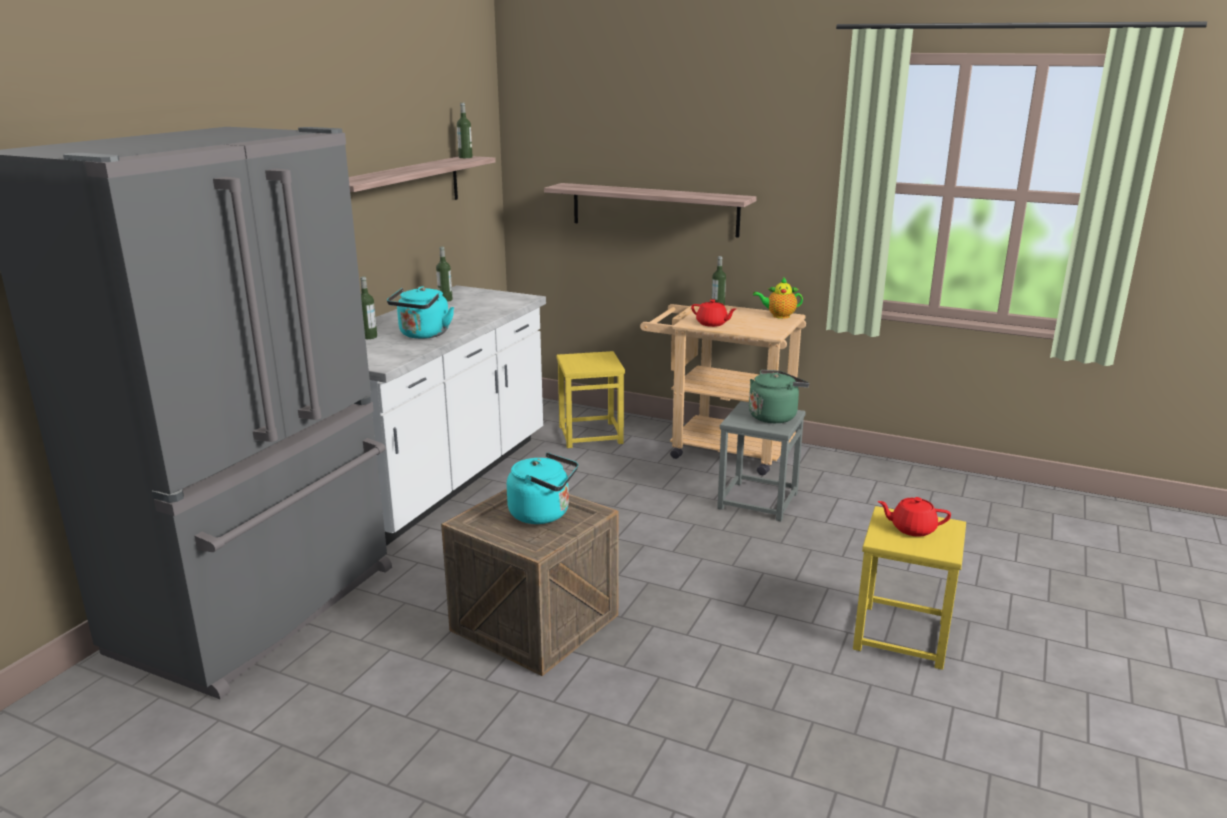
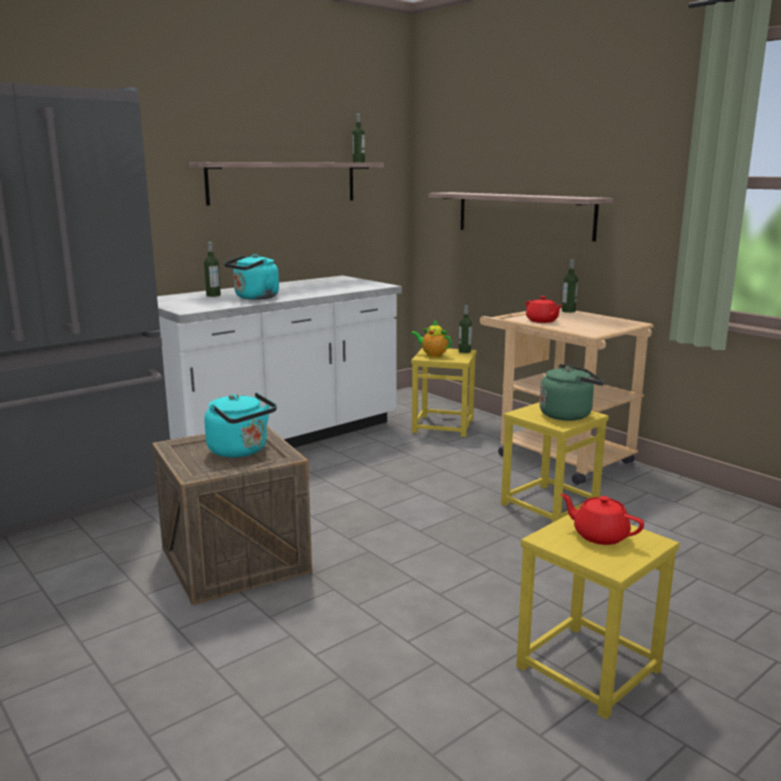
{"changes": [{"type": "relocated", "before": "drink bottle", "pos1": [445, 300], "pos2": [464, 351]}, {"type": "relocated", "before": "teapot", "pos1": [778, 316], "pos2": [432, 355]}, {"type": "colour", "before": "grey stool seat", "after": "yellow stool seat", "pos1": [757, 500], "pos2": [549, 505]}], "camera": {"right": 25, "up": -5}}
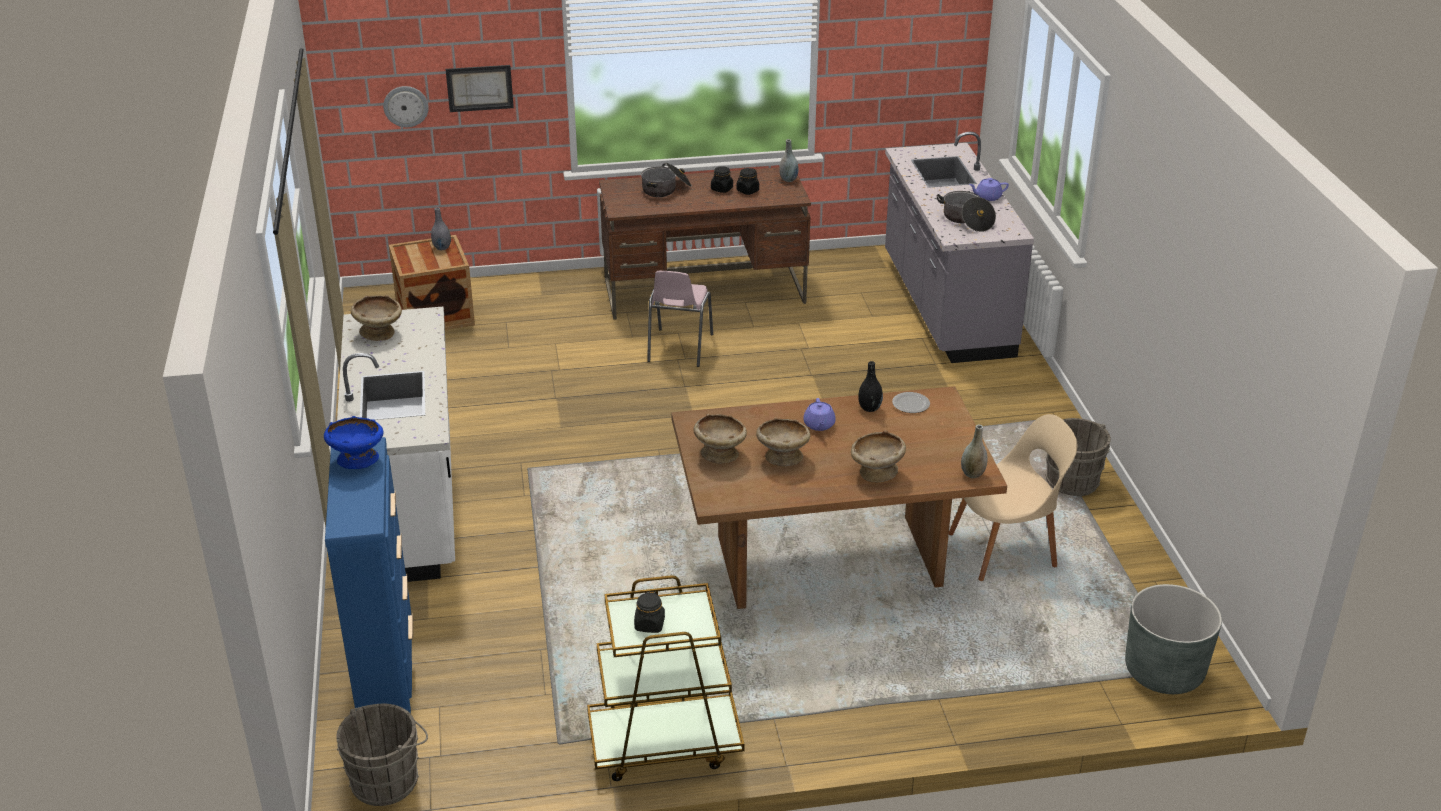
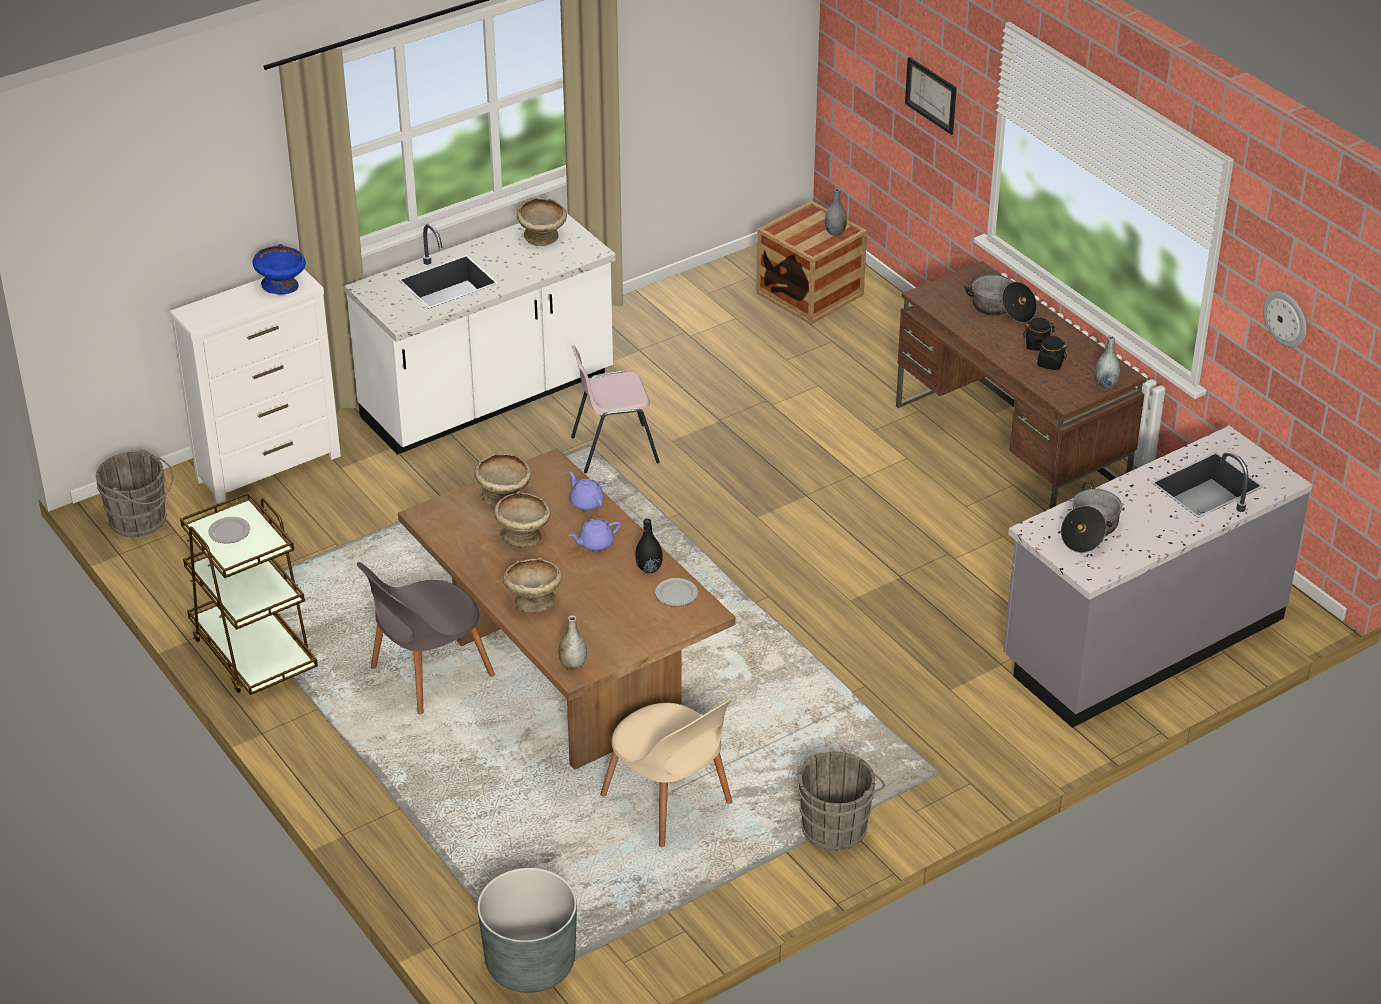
{"changes": [{"type": "appeared", "after": "grey chair", "pos2": [427, 674]}, {"type": "relocated", "before": "wall clock", "pos1": [406, 106], "pos2": [1286, 318]}, {"type": "relocated", "before": "pinkish chair", "pos1": [679, 348], "pos2": [613, 449]}, {"type": "relocated", "before": "purple teapot", "pos1": [987, 197], "pos2": [586, 502]}, {"type": "exchanged", "before": "blackish storage jar", "after": "dinner plate", "pos1": [649, 625], "pos2": [230, 531]}, {"type": "colour", "before": "bluish drawer chest", "after": "whitish drawer chest", "pos1": [385, 665], "pos2": [270, 468]}], "camera": {"right": 65, "up": 5}}
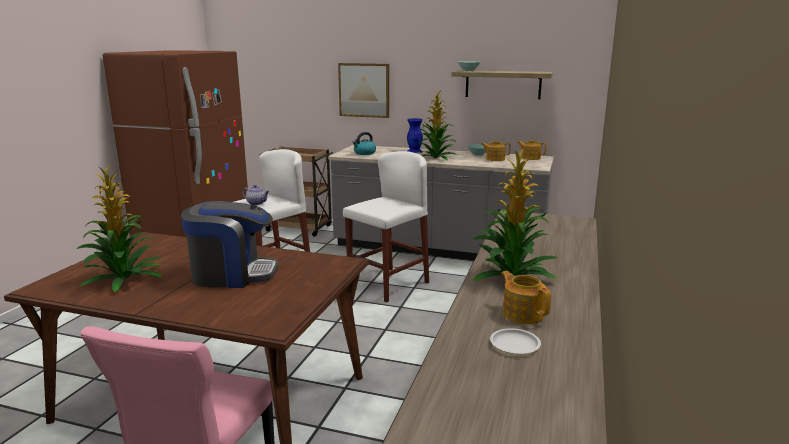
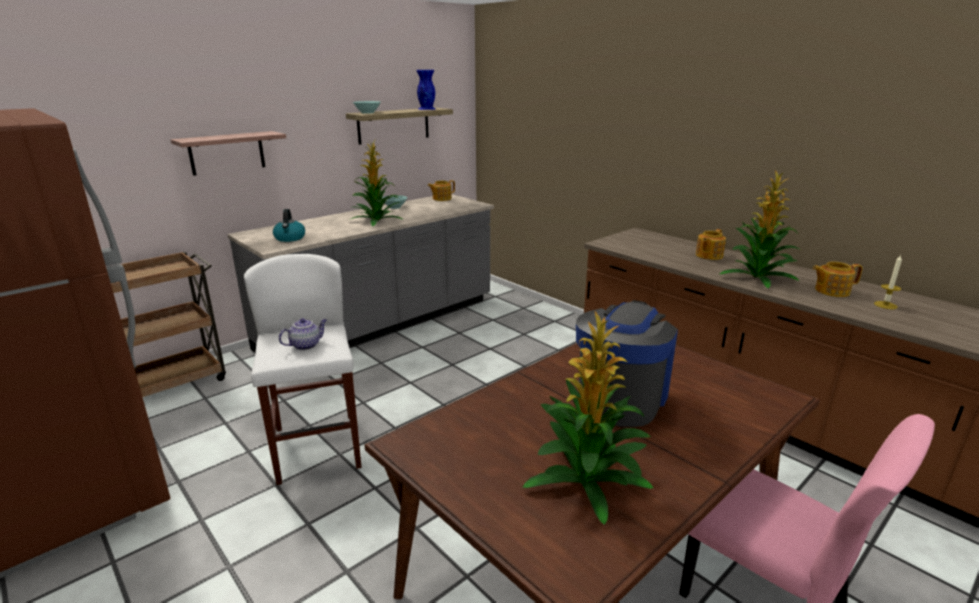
{"changes": [{"type": "missing", "before": "whitish stool seat", "pos1": [388, 284]}, {"type": "relocated", "before": "bluish vase", "pos1": [414, 151], "pos2": [426, 109]}, {"type": "relocated", "before": "teapot", "pos1": [495, 159], "pos2": [708, 255]}, {"type": "exchanged", "before": "wall art", "after": "wall shelf", "pos1": [364, 90], "pos2": [227, 153]}, {"type": "exchanged", "before": "whitish dinner plate", "after": "wax light", "pos1": [515, 344], "pos2": [885, 305]}], "camera": {"right": -60, "up": 5}}
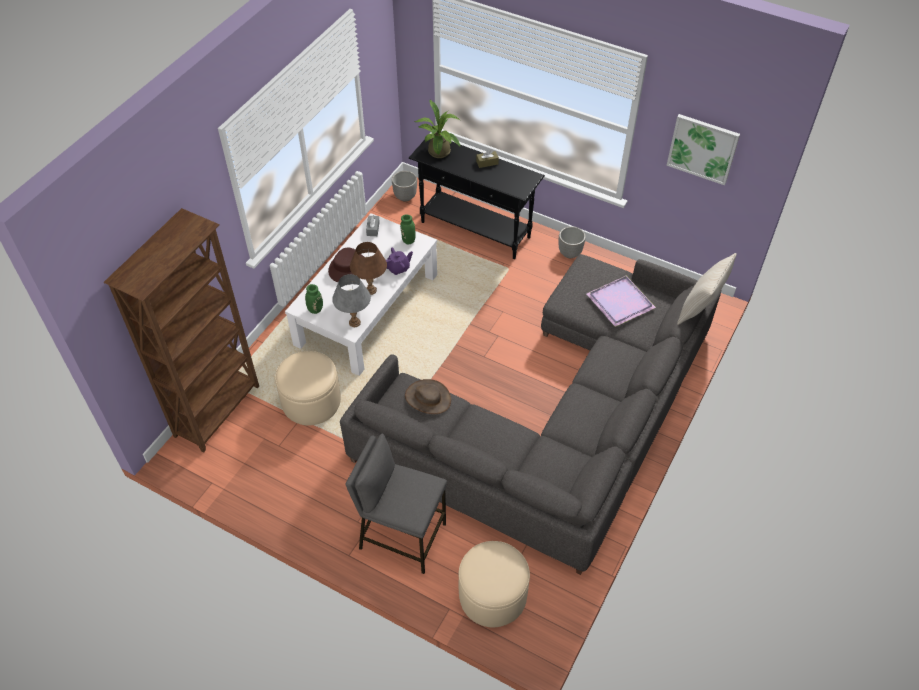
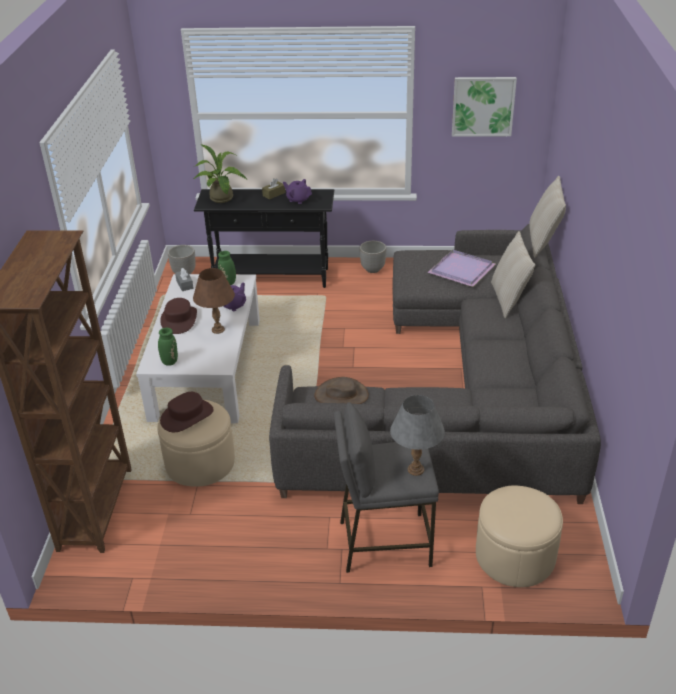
{"changes": [{"type": "appeared", "after": "brownish wearable hat", "pos2": [187, 416]}, {"type": "appeared", "after": "purple teapot", "pos2": [298, 199]}, {"type": "appeared", "after": "beige-coloured cushion", "pos2": [509, 299]}, {"type": "relocated", "before": "grey tabletop lamp", "pos1": [354, 322], "pos2": [415, 469]}], "camera": {"right": -25, "up": -15}}
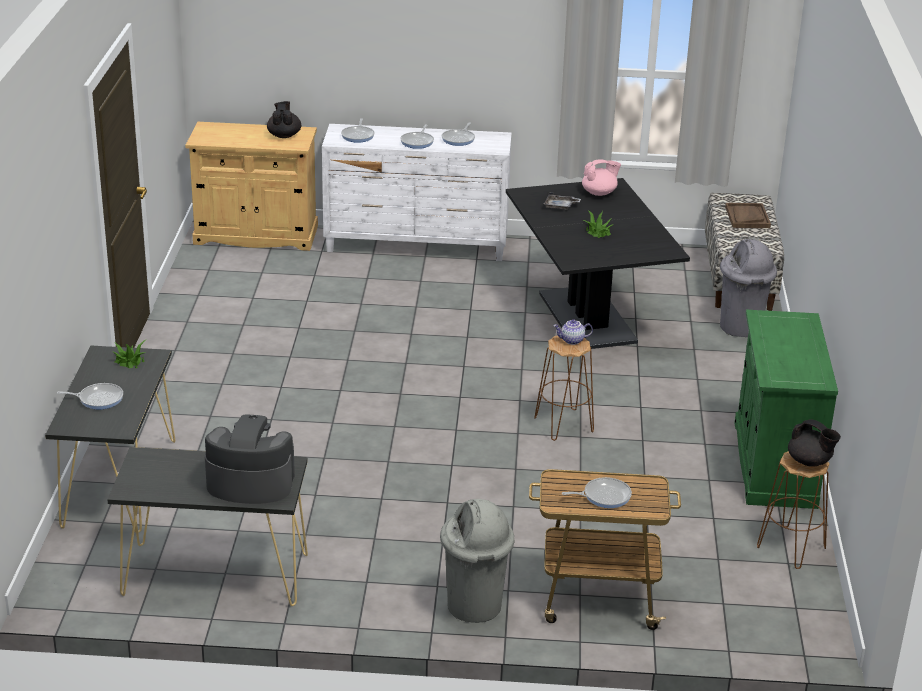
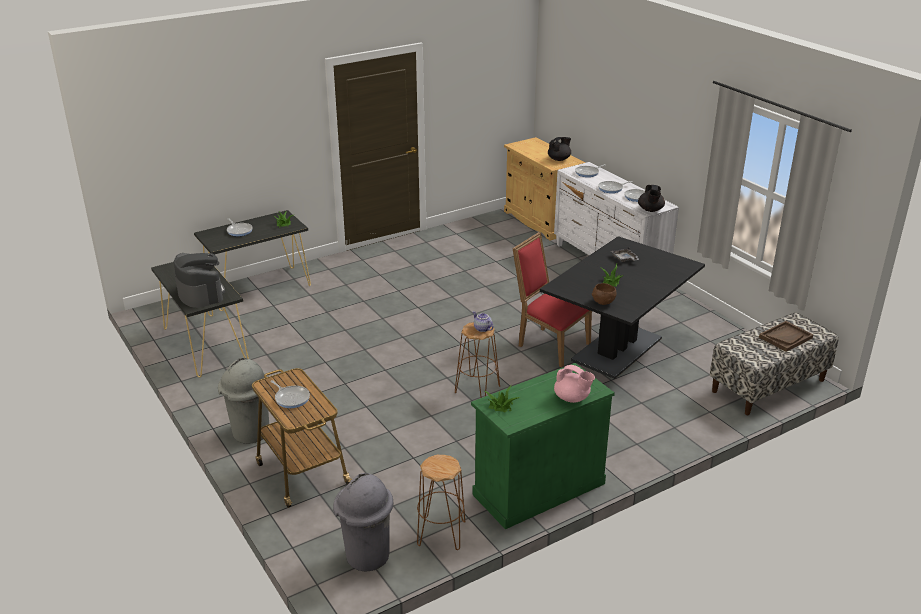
{"changes": [{"type": "appeared", "after": "plant in a pot", "pos2": [501, 405]}, {"type": "appeared", "after": "red chair", "pos2": [549, 344]}, {"type": "appeared", "after": "brownish serving bowl", "pos2": [603, 302]}, {"type": "relocated", "before": "pinkish teapot", "pos1": [599, 193], "pos2": [572, 398]}, {"type": "relocated", "before": "grey rubbish bin", "pos1": [740, 327], "pos2": [366, 556]}, {"type": "relocated", "before": "blackish teapot", "pos1": [809, 461], "pos2": [650, 210]}], "camera": {"right": 55, "up": 0}}
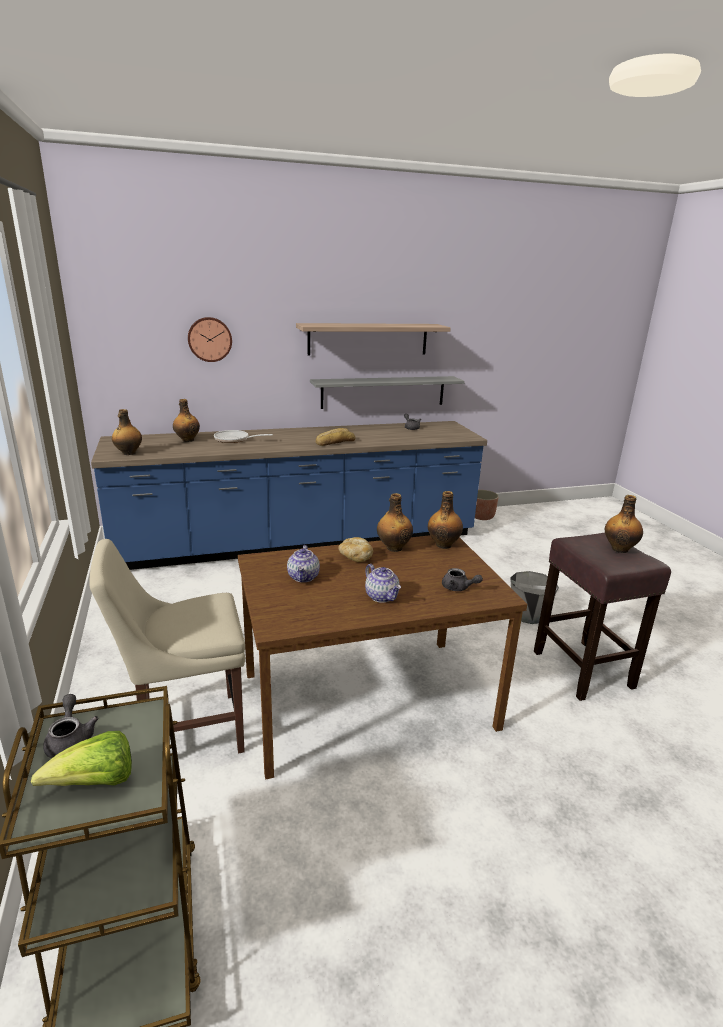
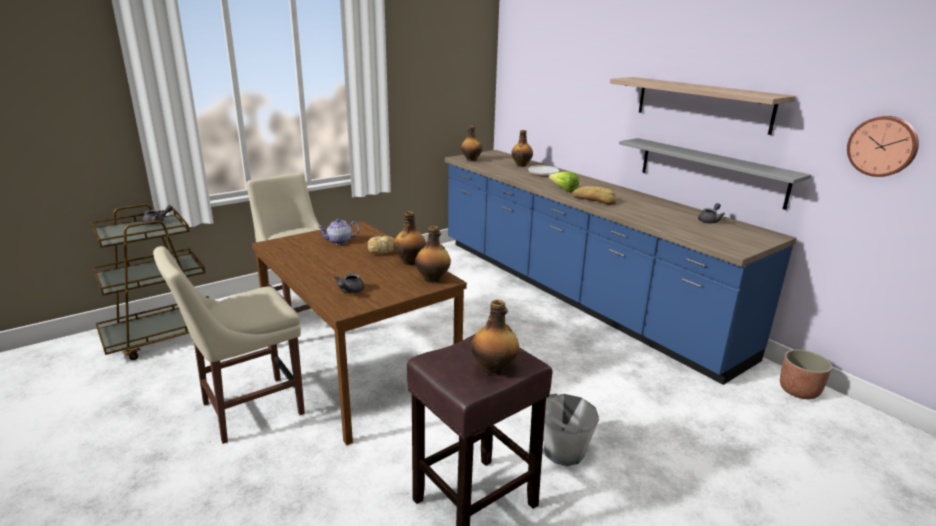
{"changes": [{"type": "missing", "before": "teapot", "pos1": [382, 596]}, {"type": "appeared", "after": "beige-coloured chair", "pos2": [247, 410]}, {"type": "relocated", "before": "lettuce head", "pos1": [95, 783], "pos2": [564, 190]}, {"type": "relocated", "before": "wall clock", "pos1": [209, 339], "pos2": [882, 146]}], "camera": {"right": 70, "up": 0}}
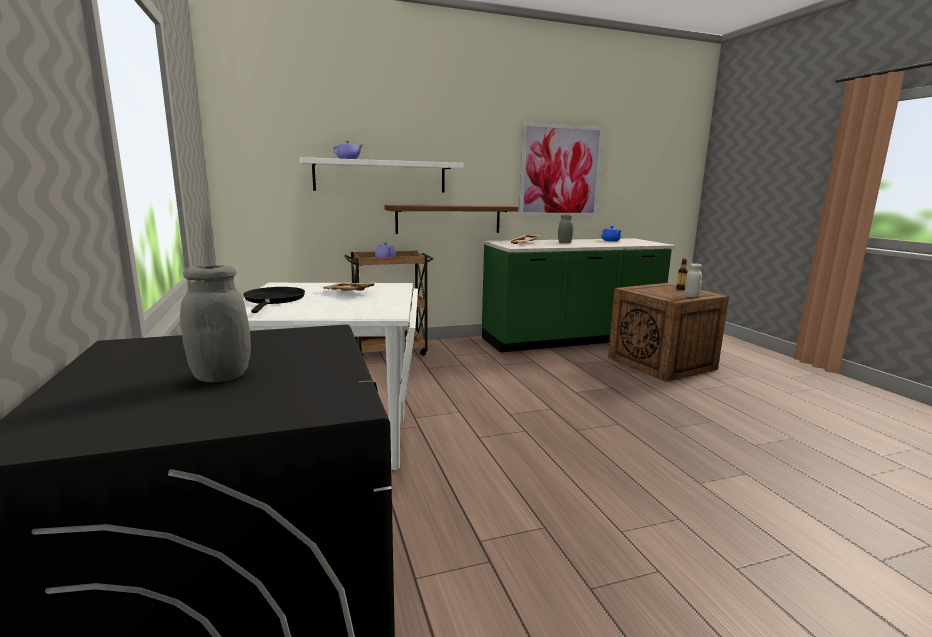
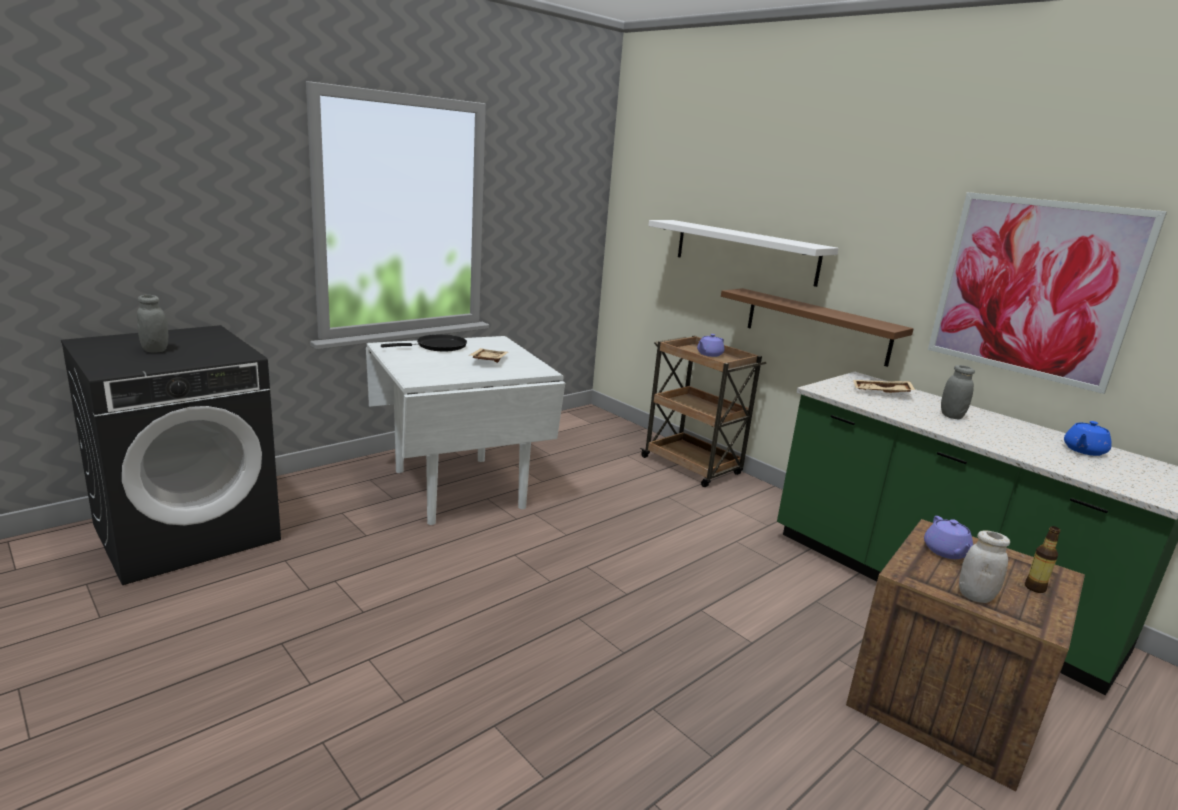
{"changes": [{"type": "relocated", "before": "purple teapot", "pos1": [348, 159], "pos2": [946, 552]}], "camera": {"right": 65, "up": 5}}
